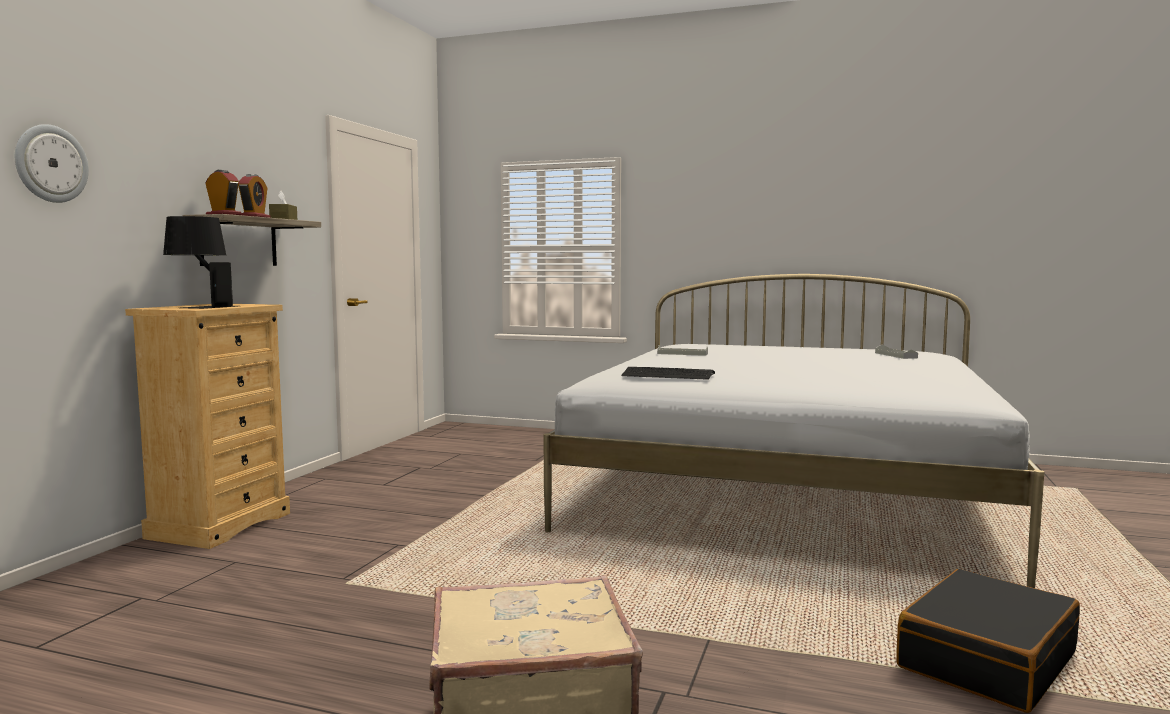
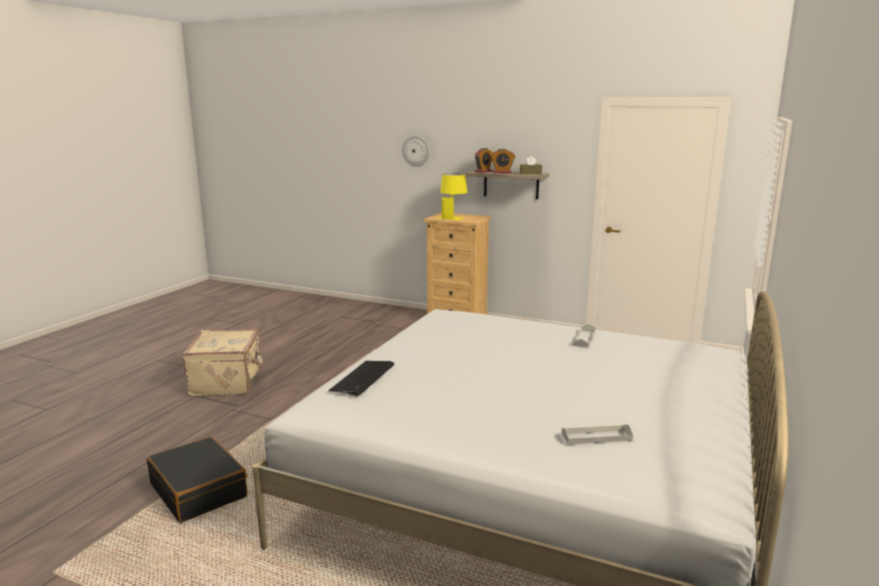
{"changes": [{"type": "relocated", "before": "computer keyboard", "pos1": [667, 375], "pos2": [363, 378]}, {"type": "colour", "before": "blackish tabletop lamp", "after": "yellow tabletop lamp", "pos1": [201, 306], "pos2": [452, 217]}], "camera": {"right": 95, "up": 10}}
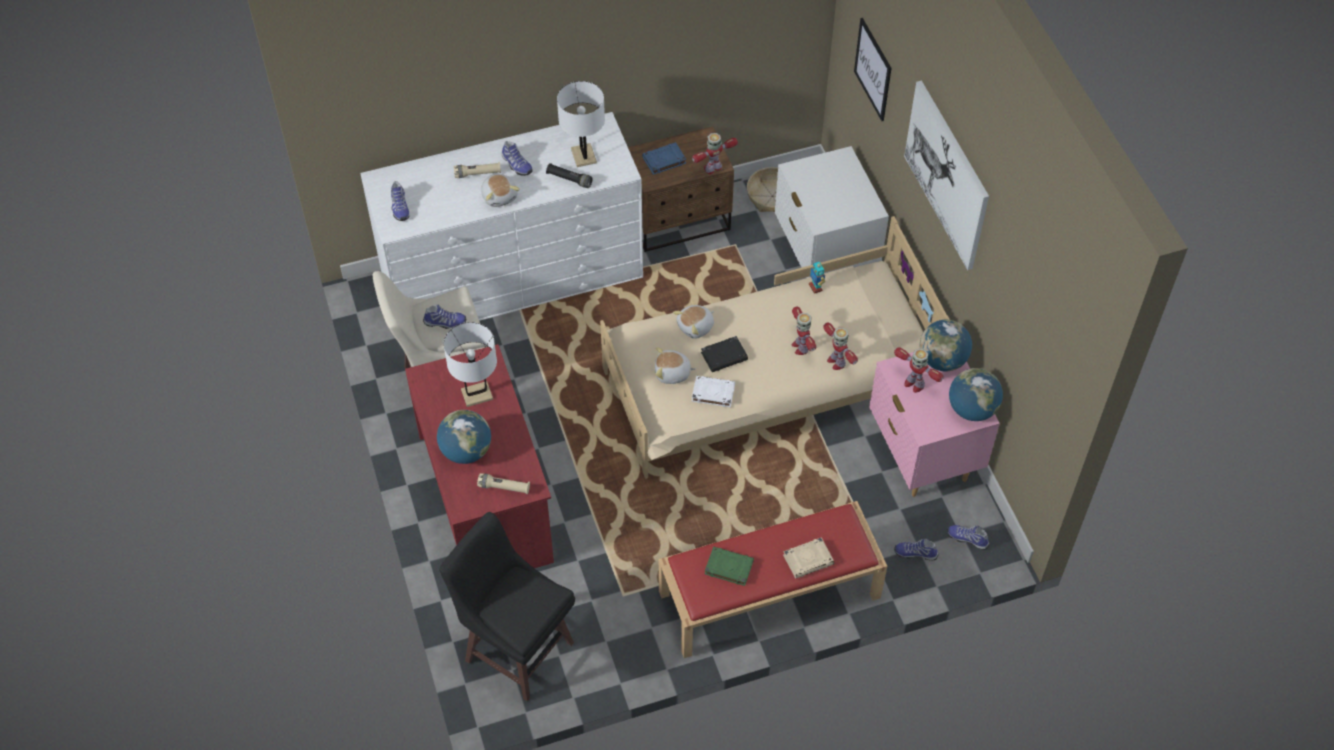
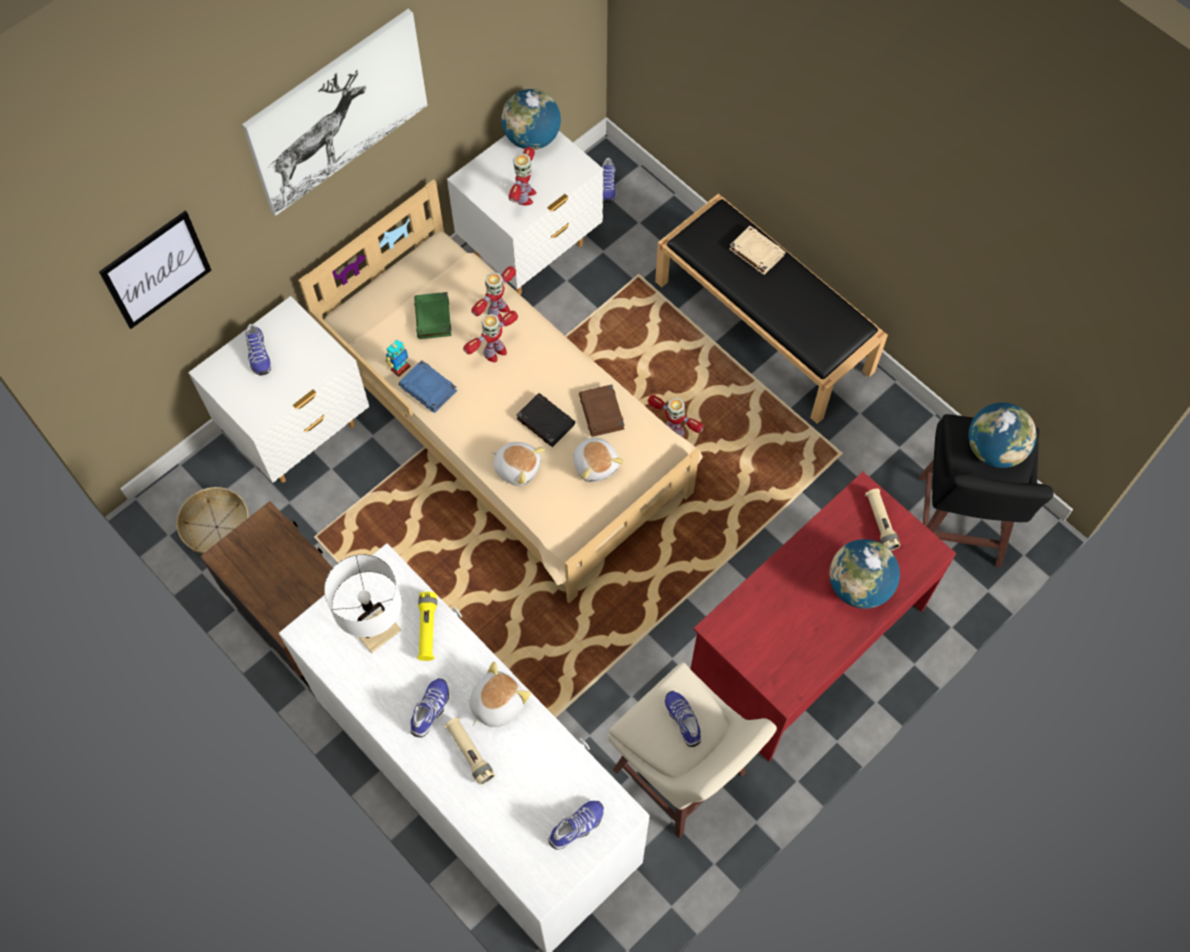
{"changes": [{"type": "missing", "before": "whitish tabletop lamp", "pos1": [477, 394]}, {"type": "relocated", "before": "bluish volume", "pos1": [663, 160], "pos2": [429, 389]}, {"type": "relocated", "before": "model robot", "pos1": [713, 168], "pos2": [672, 431]}, {"type": "relocated", "before": "greenish volume", "pos1": [728, 567], "pos2": [433, 318]}, {"type": "relocated", "before": "shoe", "pos1": [915, 552], "pos2": [258, 355]}, {"type": "relocated", "before": "world globe", "pos1": [942, 360], "pos2": [994, 449]}, {"type": "colour", "before": "blackish torch", "after": "yellow torch", "pos1": [569, 179], "pos2": [427, 629]}, {"type": "colour", "before": "red indoor bench", "after": "blackish indoor bench", "pos1": [768, 596], "pos2": [765, 326]}, {"type": "colour", "before": "whitish volume", "after": "brownish volume", "pos1": [712, 393], "pos2": [602, 413]}, {"type": "colour", "before": "pinkish bedside table", "after": "whitish bedside table", "pos1": [922, 457], "pos2": [530, 251]}], "camera": {"right": -115, "up": 10}}
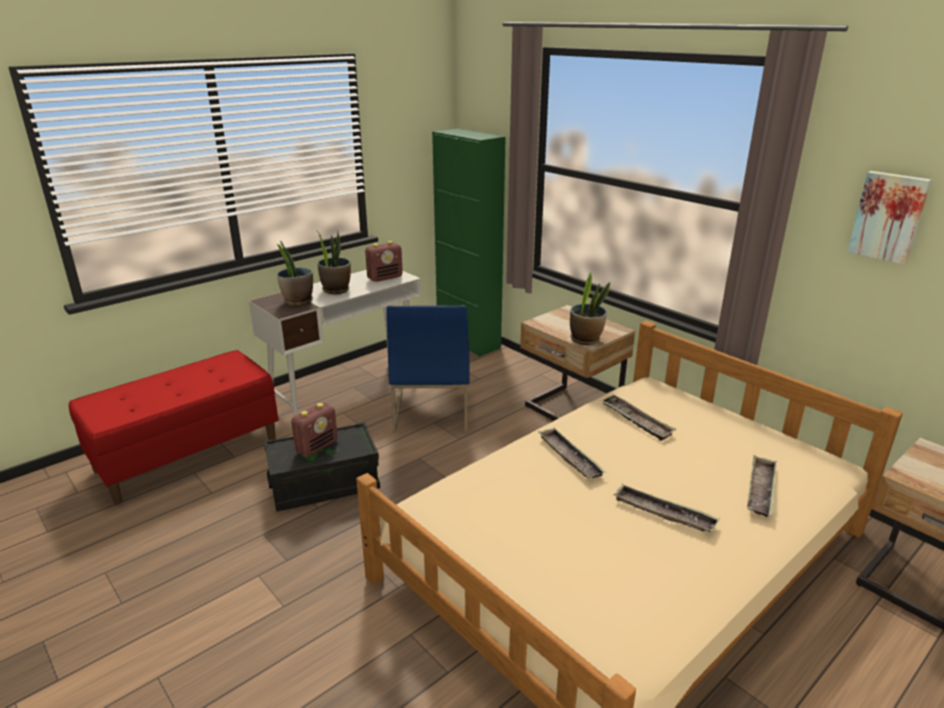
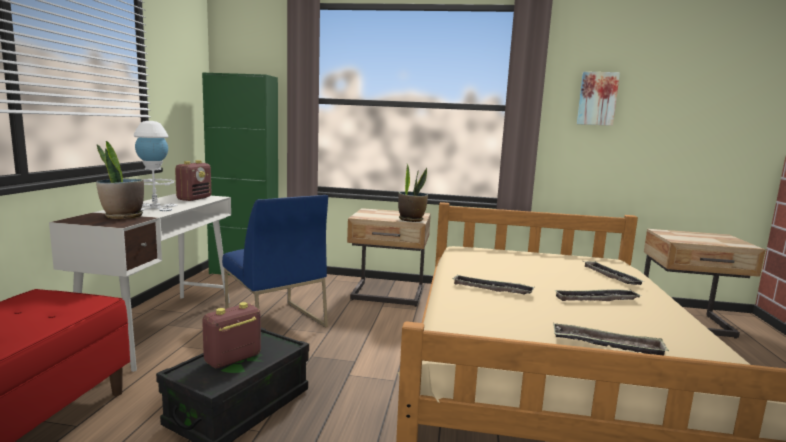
{"changes": [{"type": "relocated", "before": "tray", "pos1": [636, 421], "pos2": [607, 344]}, {"type": "exchanged", "before": "plant in a pot", "after": "whitish tabletop lamp", "pos1": [336, 290], "pos2": [155, 207]}, {"type": "spun", "before": "radio receiver", "pos1": [317, 446], "pos2": [232, 359], "turn": -135}], "camera": {"right": -40, "up": -15}}
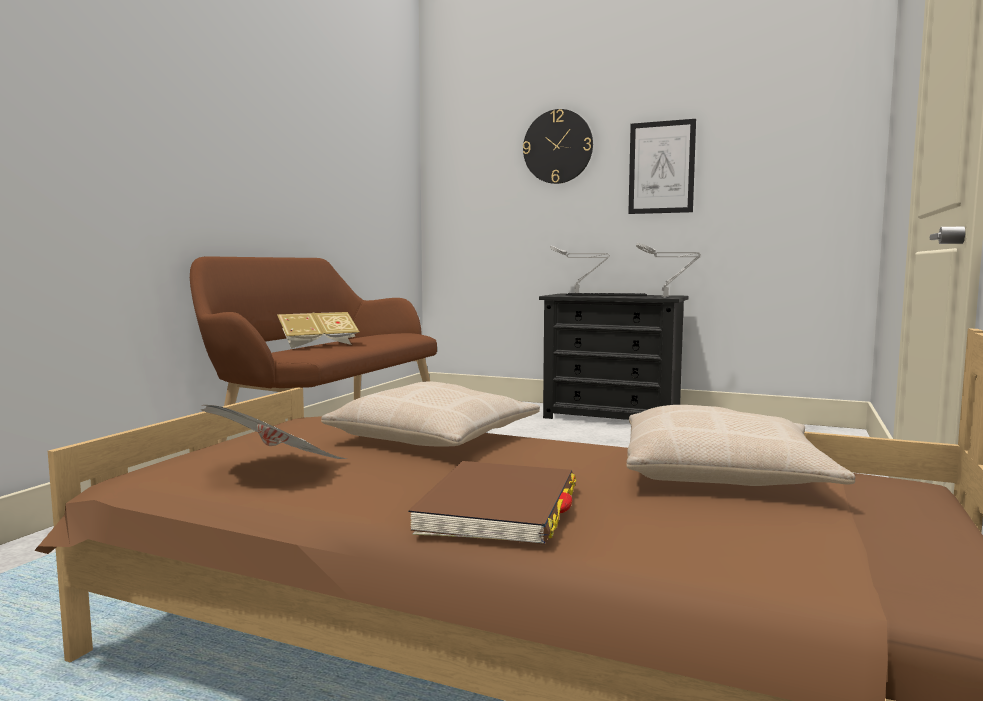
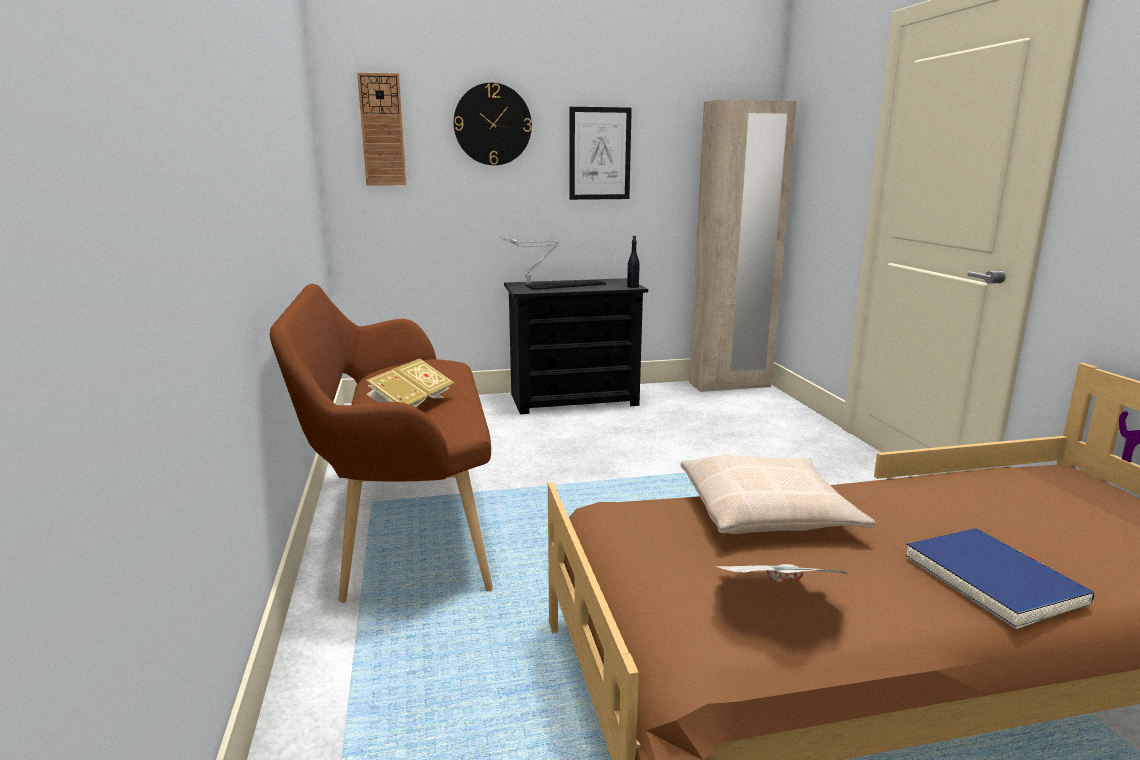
{"changes": [{"type": "missing", "before": "beige-coloured cushion", "pos1": [723, 473]}, {"type": "appeared", "after": "wall clock", "pos2": [382, 130]}, {"type": "appeared", "after": "beige-coloured wardrobe", "pos2": [730, 385]}, {"type": "exchanged", "before": "grey tabletop lamp", "after": "blackish drink bottle", "pos1": [667, 297], "pos2": [632, 287]}, {"type": "colour", "before": "brownish volume", "after": "bluish volume", "pos1": [499, 509], "pos2": [992, 581]}], "camera": {"right": -35, "up": 10}}
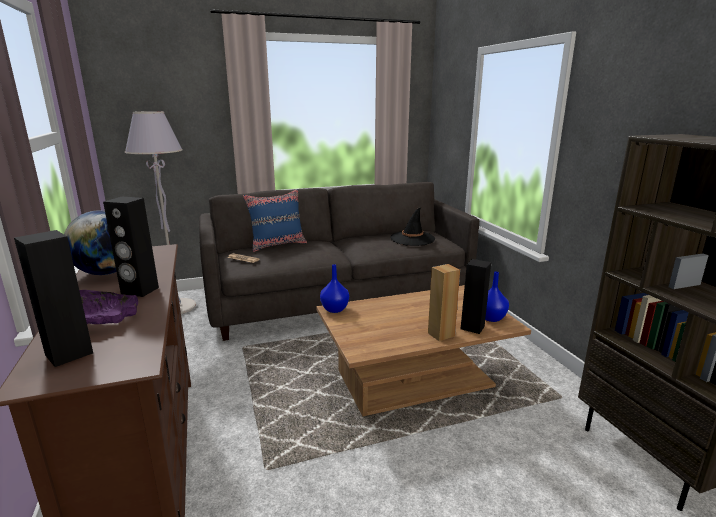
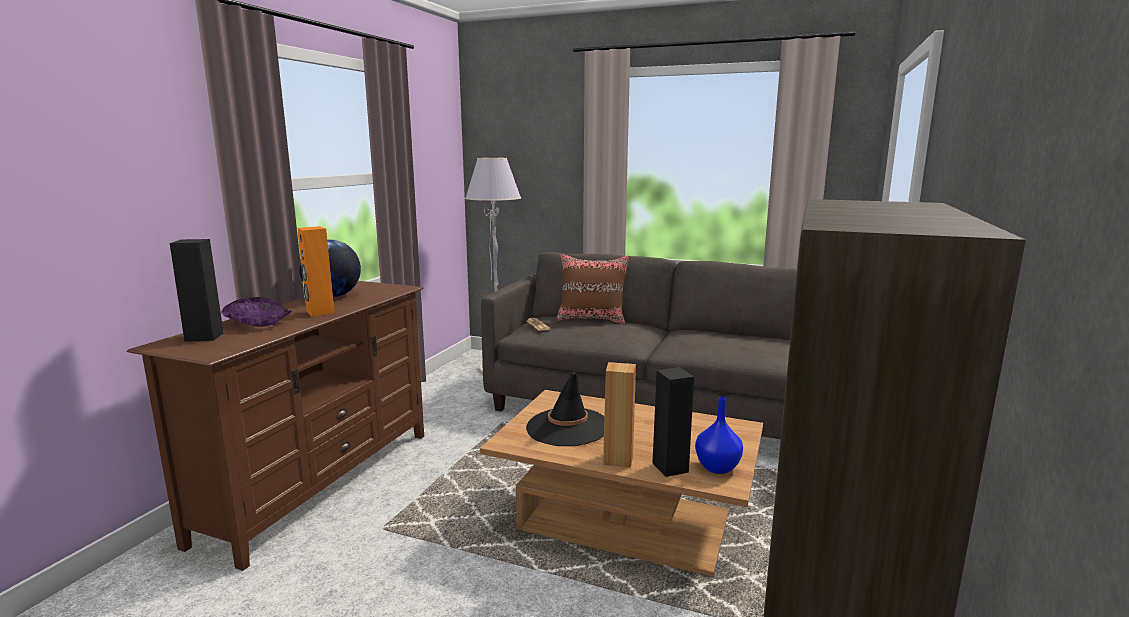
{"changes": [{"type": "missing", "before": "bluish vase", "pos1": [335, 309]}, {"type": "relocated", "before": "blackish wearable hat", "pos1": [412, 239], "pos2": [567, 427]}, {"type": "colour", "before": "blackish loudspeaker", "after": "orange-coloured loudspeaker", "pos1": [139, 291], "pos2": [319, 312]}, {"type": "colour", "before": "bluish cushion", "after": "brownish cushion", "pos1": [277, 245], "pos2": [592, 319]}], "camera": {"right": 40, "up": -5}}
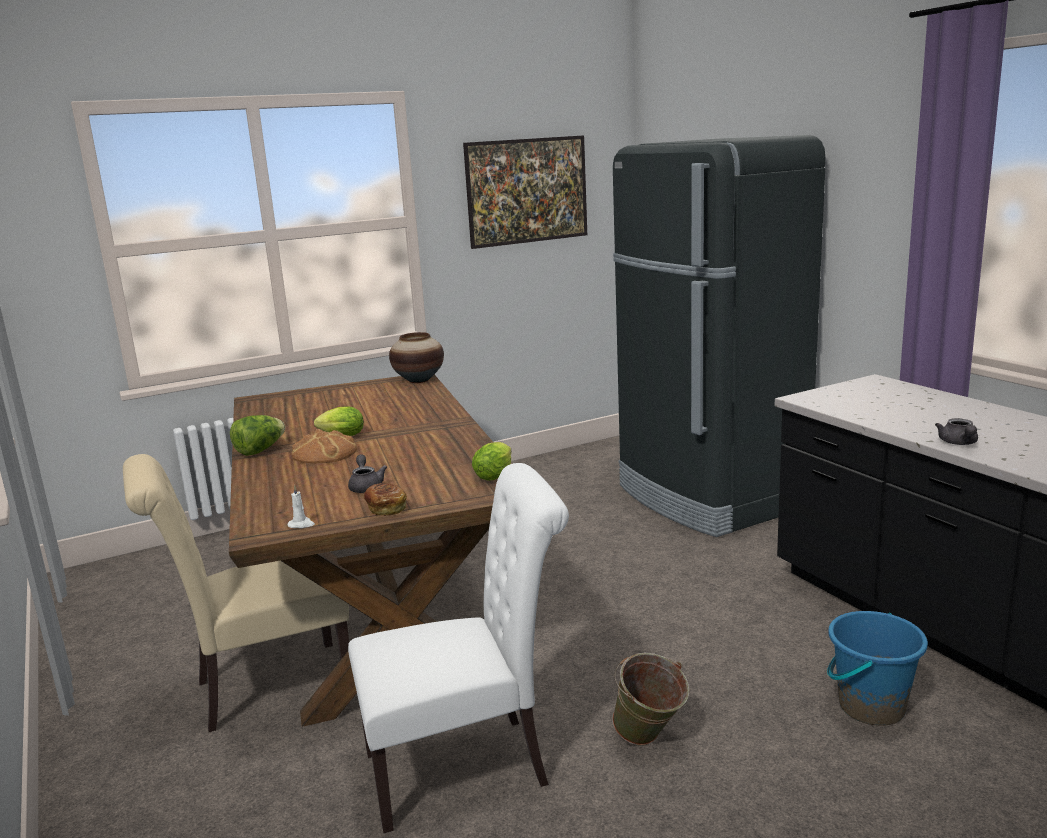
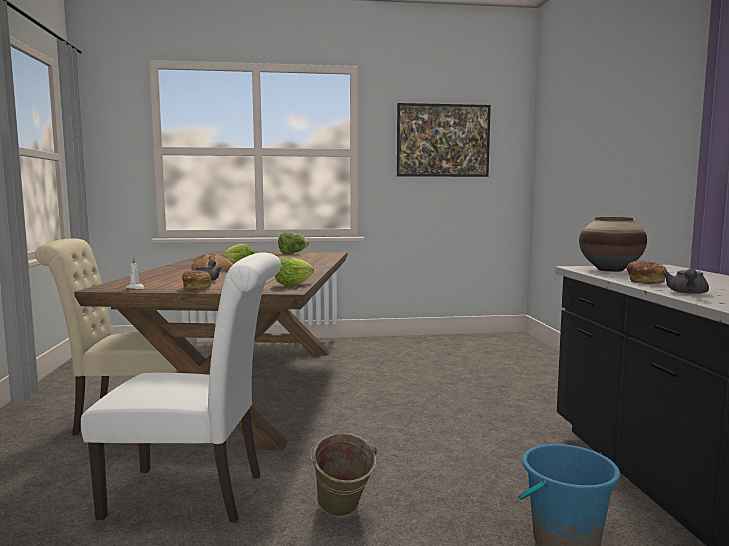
{"changes": [{"type": "missing", "before": "blackish refrigerator", "pos1": [708, 498]}, {"type": "appeared", "after": "bread", "pos2": [645, 281]}, {"type": "relocated", "before": "lettuce head", "pos1": [260, 450], "pos2": [292, 253]}, {"type": "relocated", "before": "vase", "pos1": [419, 380], "pos2": [610, 270]}], "camera": {"right": 20, "up": -10}}
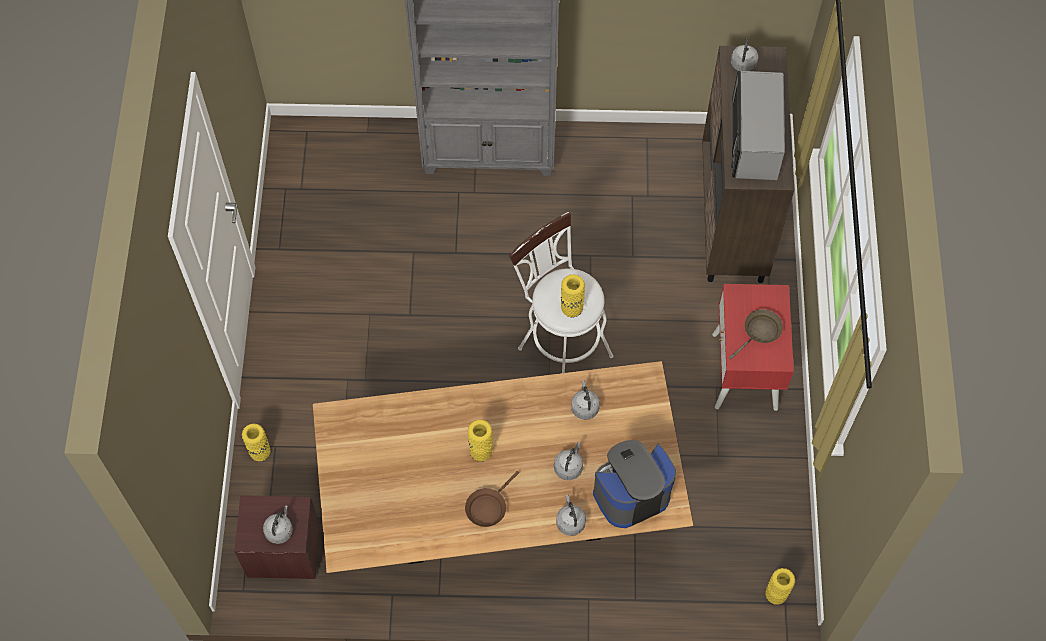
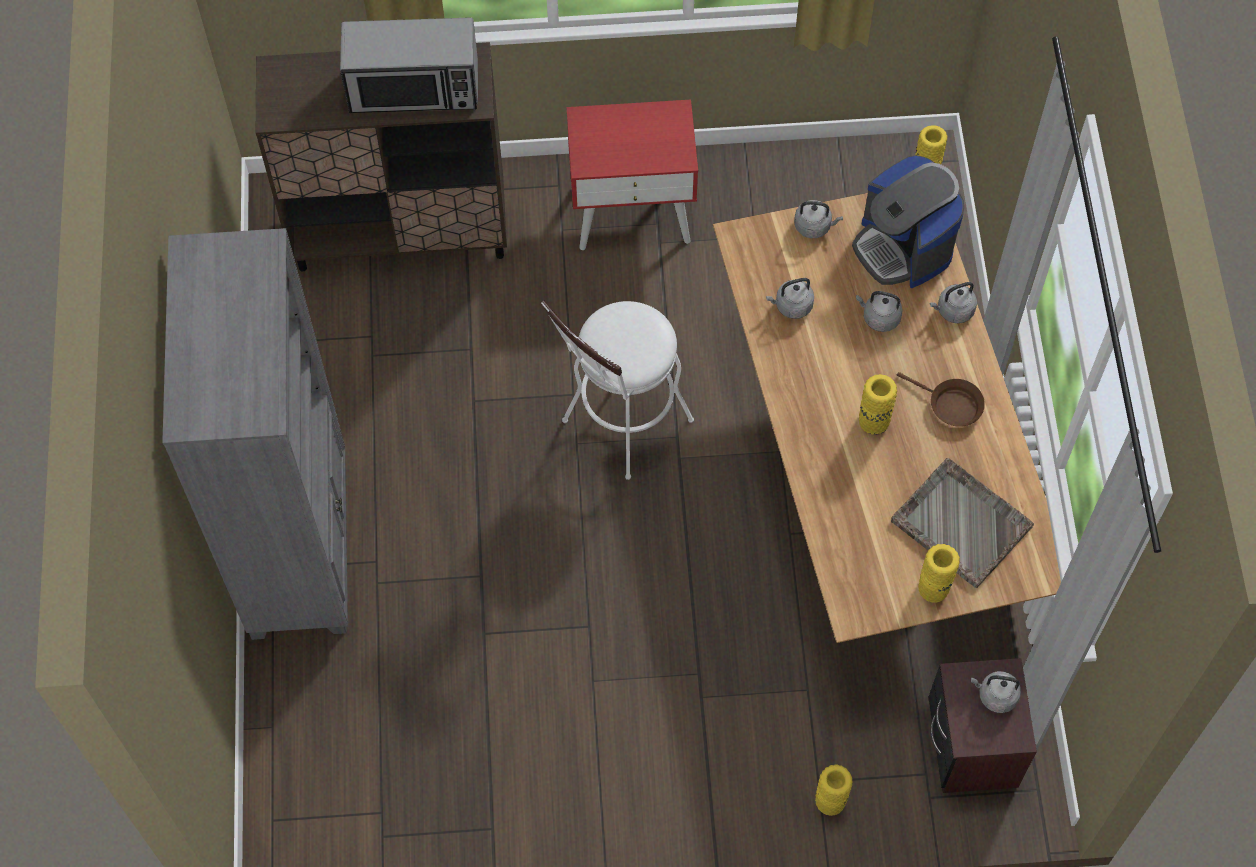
{"changes": [{"type": "missing", "before": "brownish skillet", "pos1": [760, 332]}, {"type": "appeared", "after": "grey tray", "pos2": [960, 523]}, {"type": "relocated", "before": "yellow vase", "pos1": [571, 308], "pos2": [933, 588]}, {"type": "relocated", "before": "grey kettle", "pos1": [743, 65], "pos2": [814, 226]}], "camera": {"right": -95, "up": 0}}
